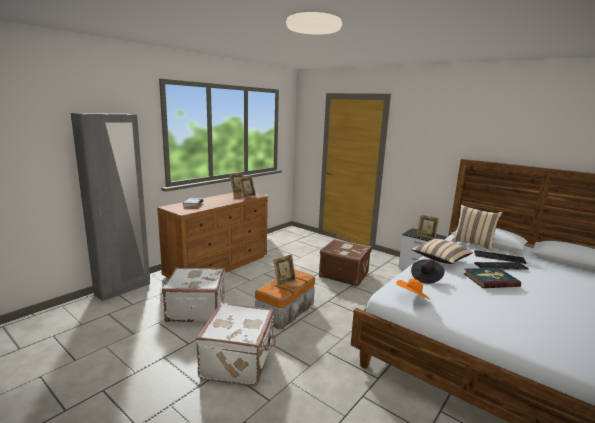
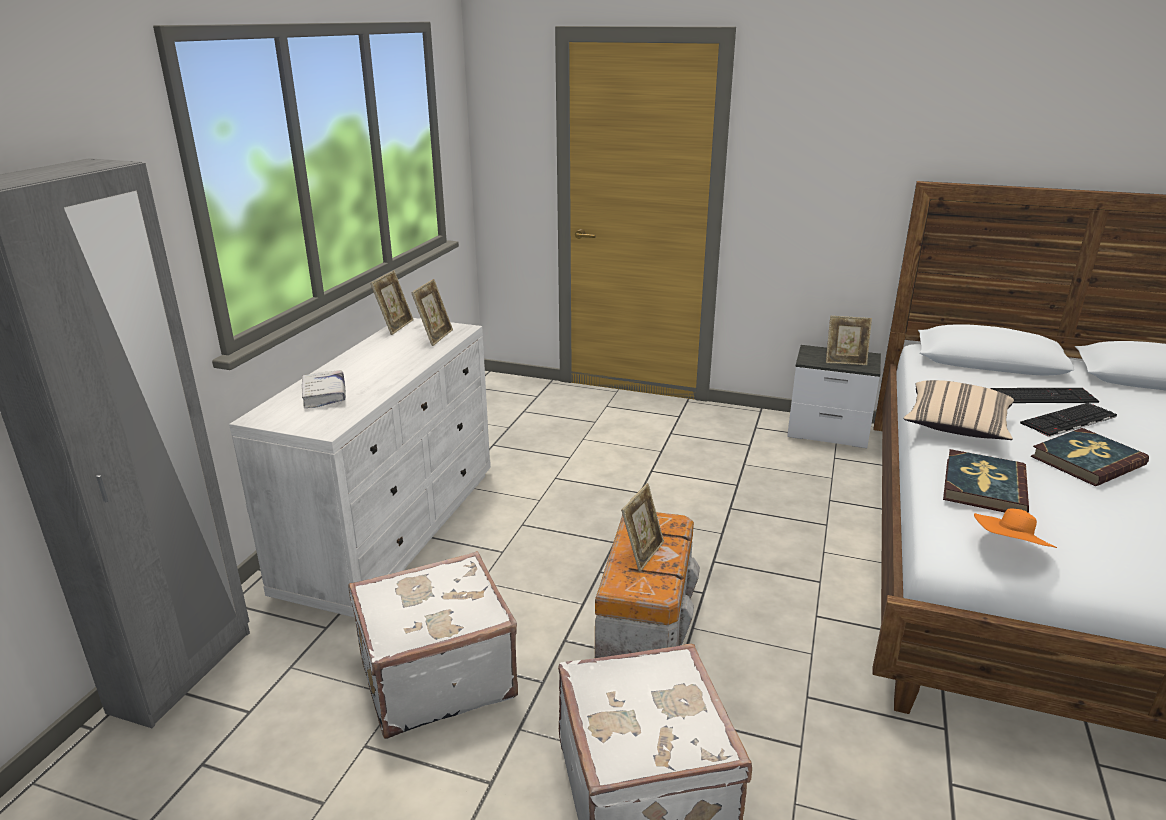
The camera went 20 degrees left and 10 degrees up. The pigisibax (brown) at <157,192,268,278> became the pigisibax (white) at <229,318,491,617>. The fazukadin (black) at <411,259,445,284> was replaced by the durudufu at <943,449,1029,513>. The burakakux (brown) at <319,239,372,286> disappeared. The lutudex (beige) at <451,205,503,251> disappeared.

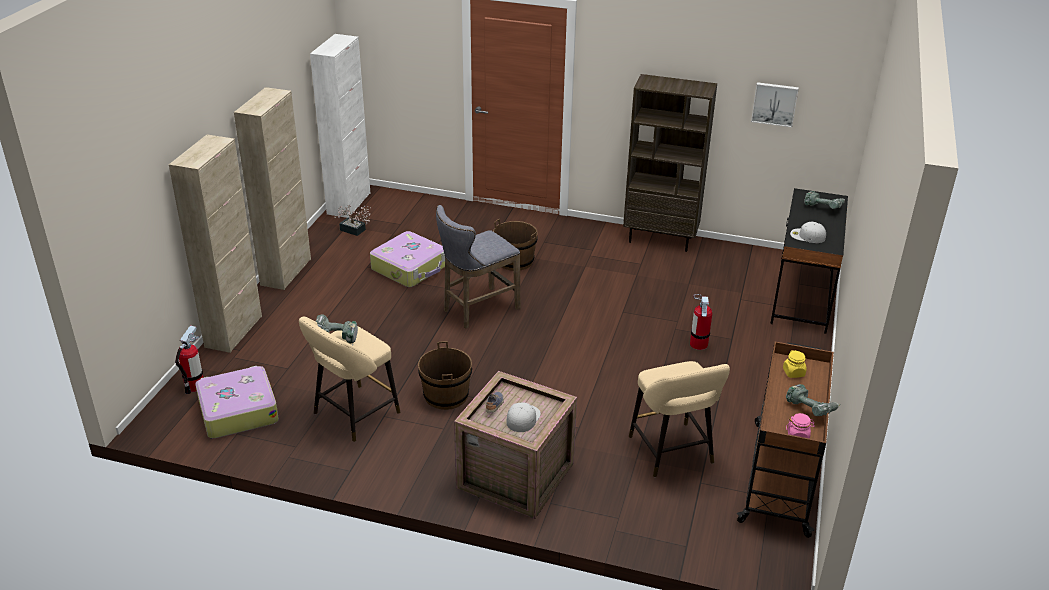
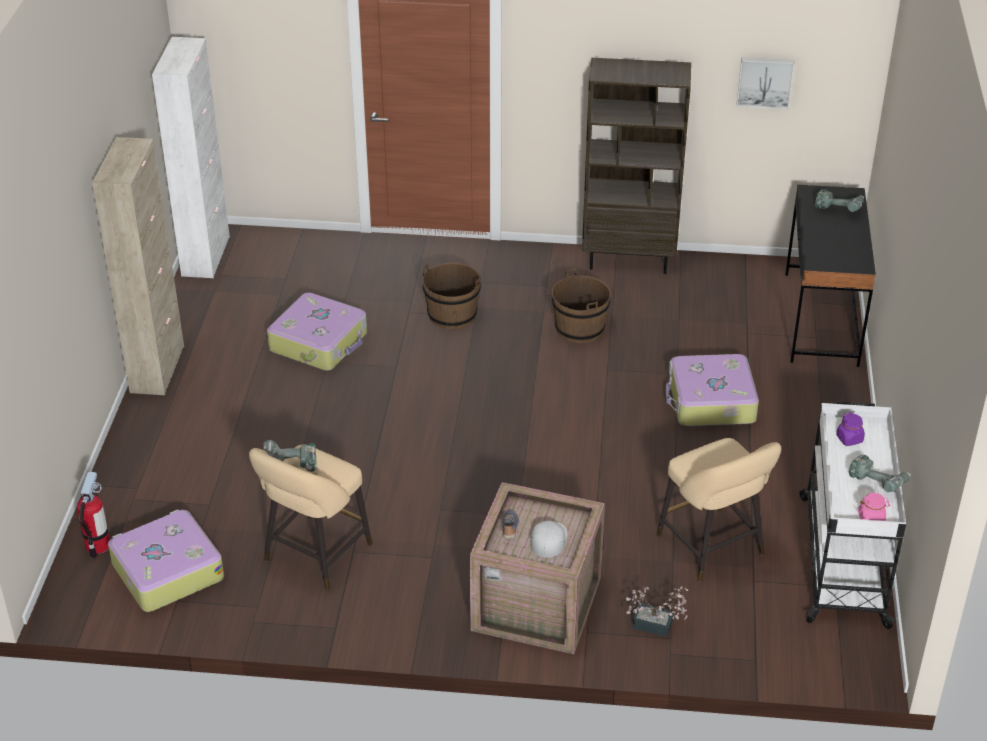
The camera went 10 degrees left and 5 degrees up. The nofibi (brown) moved from <418,341,472,410> to <552,269,611,343>. The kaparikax moved from <334,205,371,236> to <626,586,688,637>. The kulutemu at <690,294,712,350> was replaced by the burakakux at <666,354,759,426>. The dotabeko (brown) at <737,342,834,538> became the dotabeko (white) at <800,401,906,629>. The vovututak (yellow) at <783,350,807,378> became the vovututak (purple) at <836,412,865,446>. The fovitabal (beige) at <169,135,262,353> disappeared. The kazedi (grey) at <436,205,520,329> disappeared. The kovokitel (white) at <790,222,826,243> disappeared.

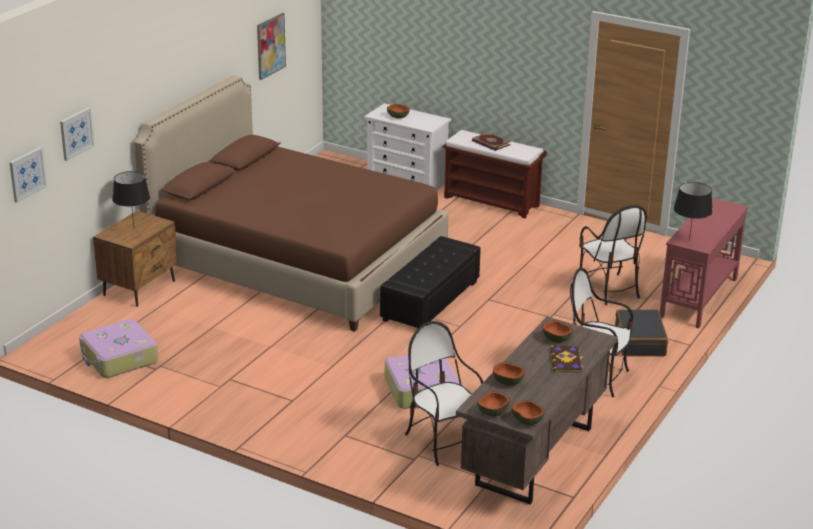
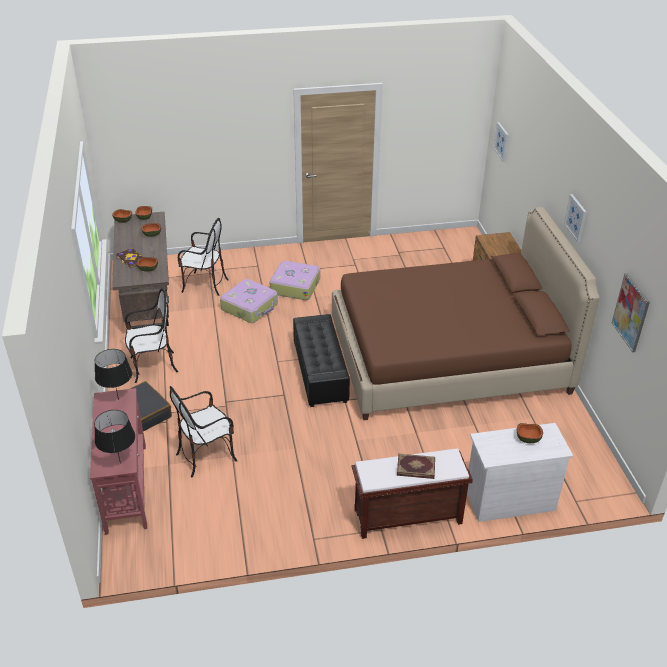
The camera went 140 degrees right and 10 degrees up. The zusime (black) moved from <112,171,150,228> to <94,410,135,464>. The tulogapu at <579,205,647,305> turned 60 degrees counterclockwise. The burakakux moved from <79,319,158,378> to <270,261,320,300>. The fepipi moved from <60,107,94,161> to <564,194,586,243>.

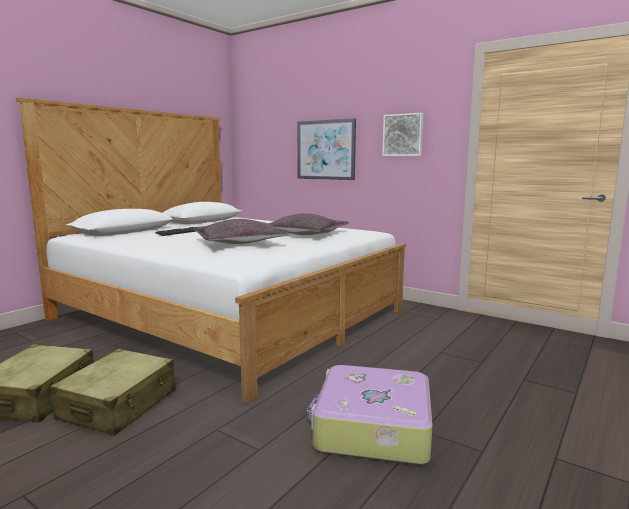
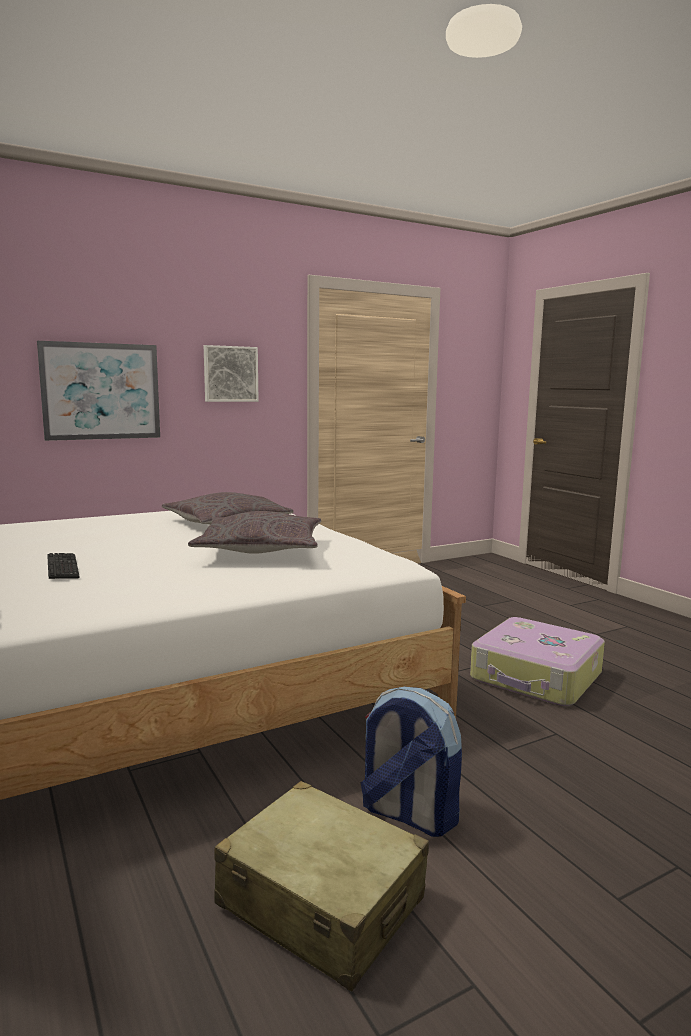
The camera went 65 degrees left and 0 degrees up. The burakakux (beige) at <50,349,175,436> was replaced by the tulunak at <360,687,462,837>.

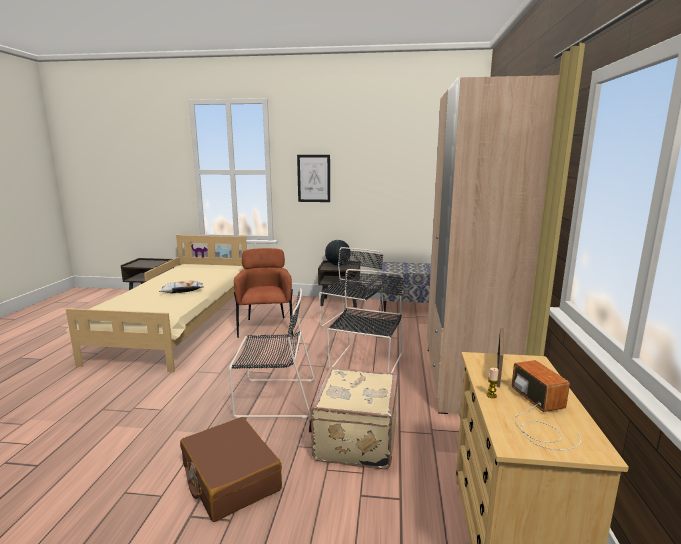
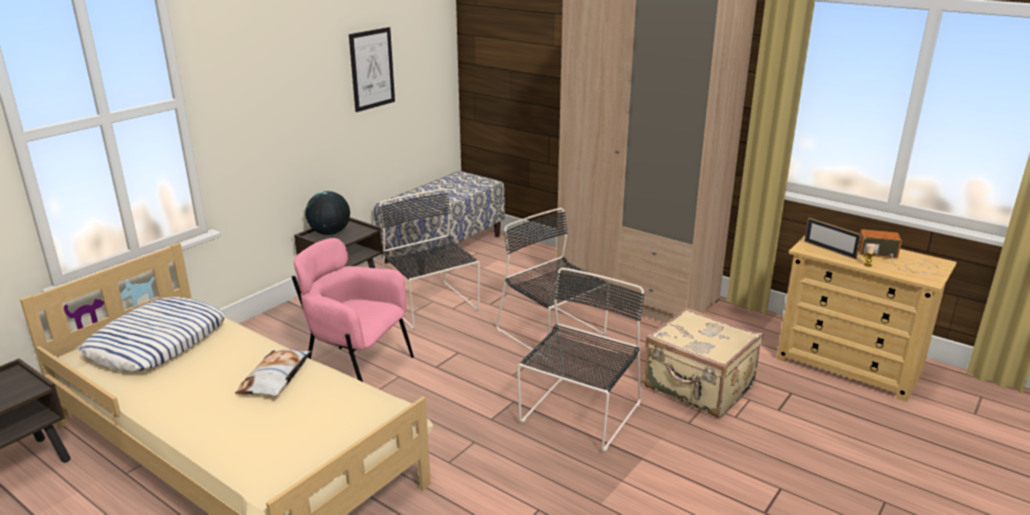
The camera went 60 degrees left and 10 degrees up. The lutudex at <79,297,225,372> appeared. The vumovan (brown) at <234,248,293,338> became the vumovan (pink) at <292,238,414,382>. The fepipi moved from <297,155,330,202> to <349,27,395,112>. The burakakux (brown) at <180,417,282,522> disappeared.

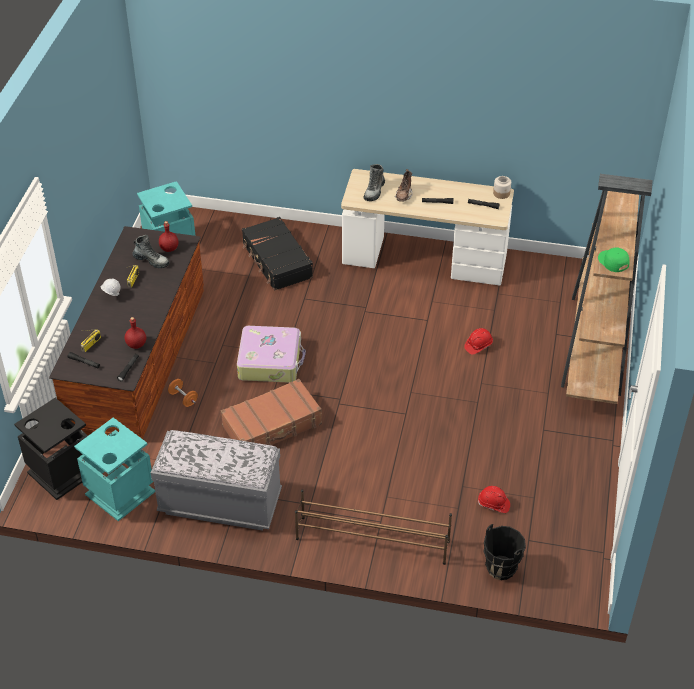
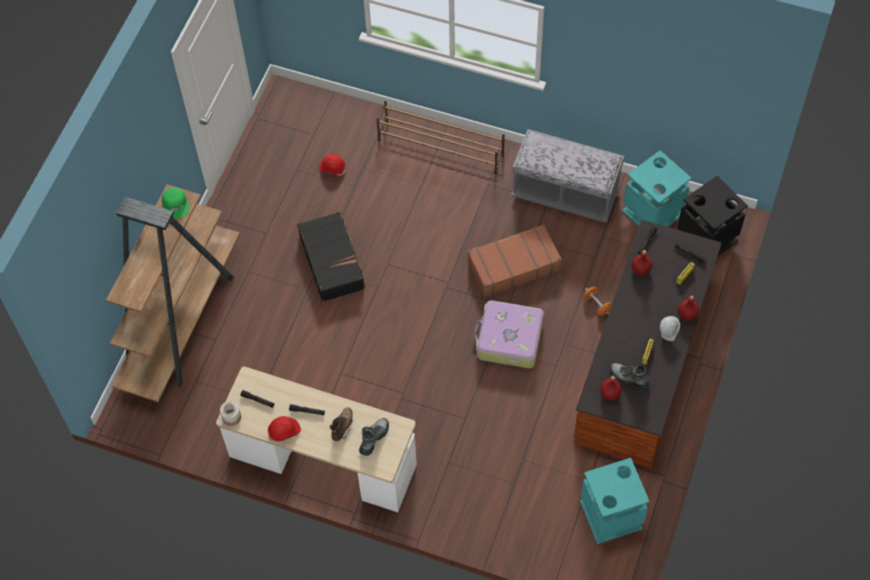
The camera went 170 degrees left and 15 degrees up. The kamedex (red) moved from <464,328,493,354> to <268,416,301,441>. The burakakux (black) moved from <242,217,313,291> to <297,212,366,302>. The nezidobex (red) at <678,295,699,321> appeared. The nofibi (black) at <483,524,526,580> disappeared.

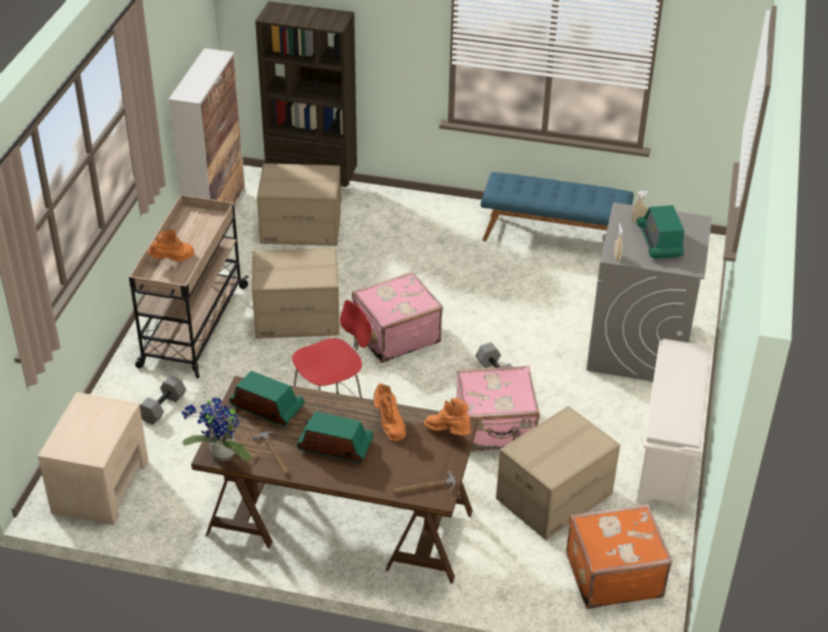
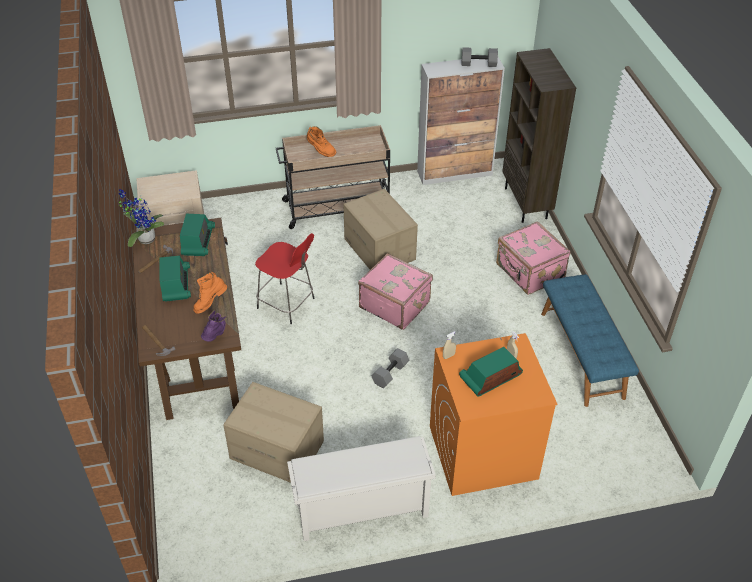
The camera went 65 degrees right and 5 degrees up. The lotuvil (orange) at <424,397,471,435> became the lotuvil (purple) at <201,310,226,342>. The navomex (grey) at <587,203,712,382> became the navomex (orange) at <430,333,557,496>. The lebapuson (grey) moved from <140,375,186,425> to <462,47,498,67>. The burakakux (pink) moved from <456,365,540,452> to <496,221,571,295>. The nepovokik at <257,163,341,246> disappeared. The burakakux (orange) at <566,504,673,609> disappeared.

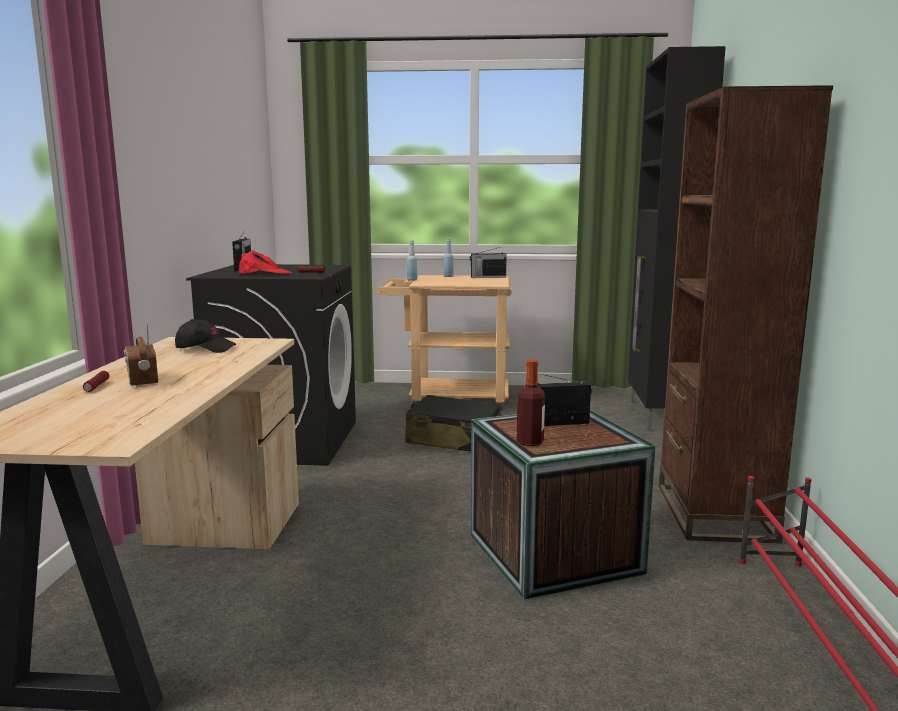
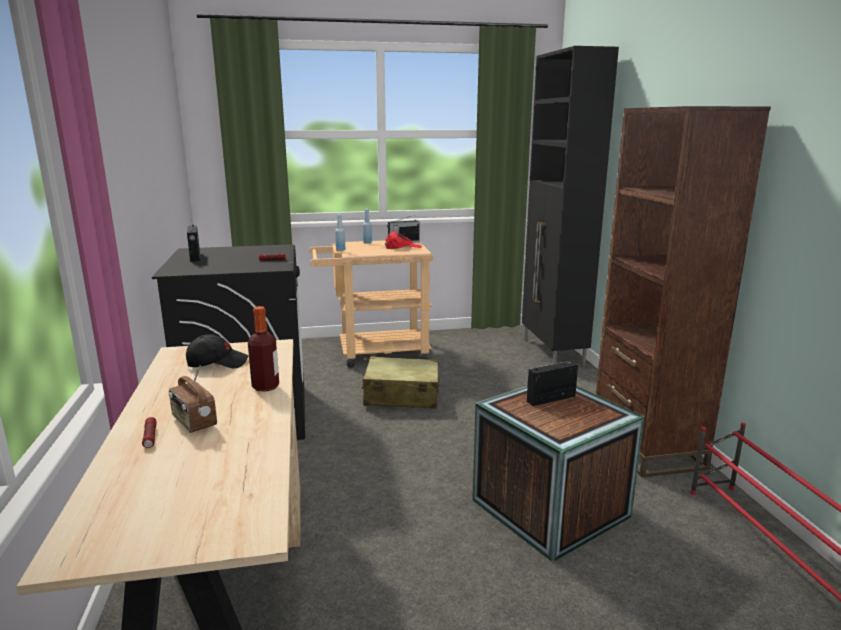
The camera went 15 degrees left and 5 degrees up. The nezidobex moved from <517,360,545,446> to <248,306,279,392>. The burakakux (black) at <405,395,501,452> became the burakakux (beige) at <361,356,440,409>. The kovokitel (red) moved from <238,250,292,274> to <385,231,422,249>.

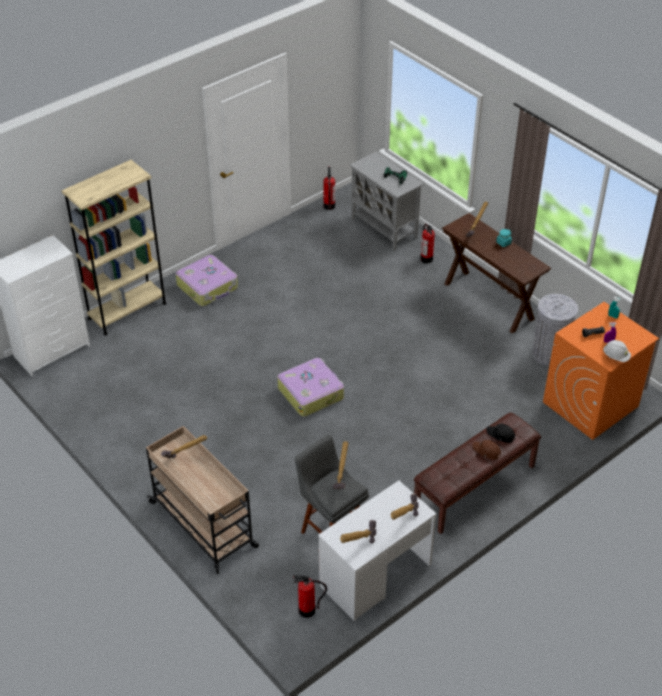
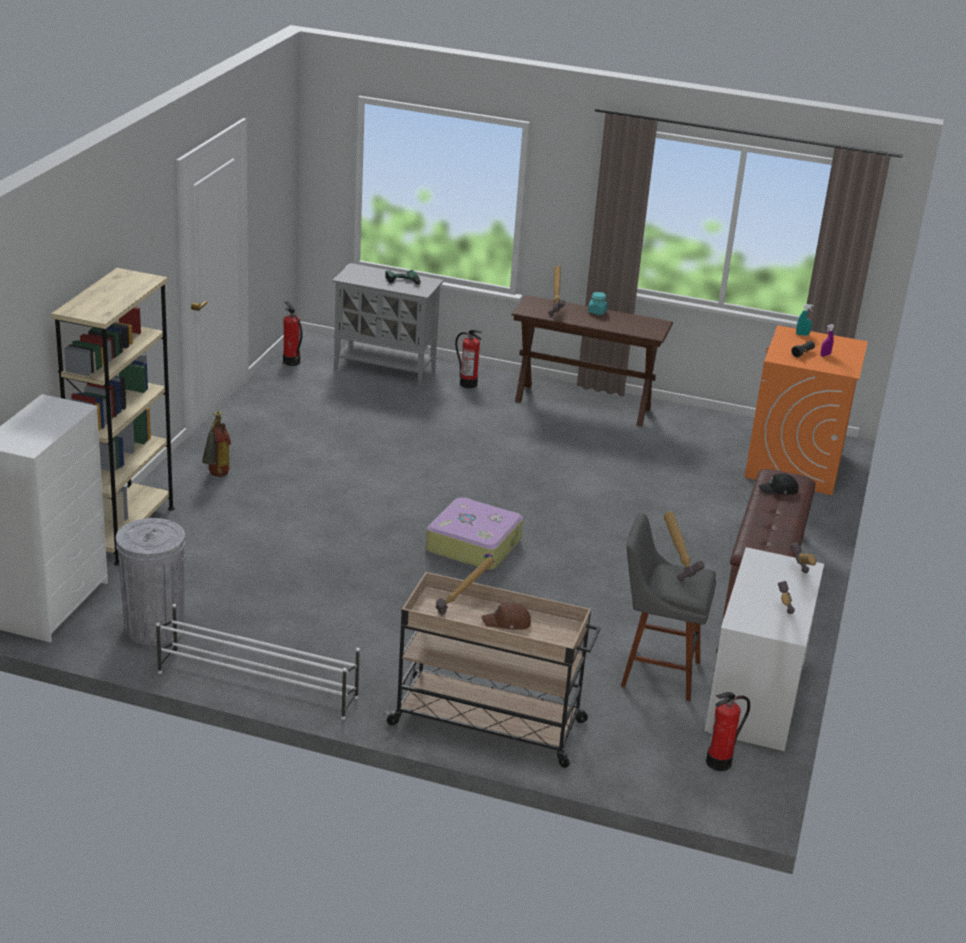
The camera went 35 degrees left and 15 degrees down. The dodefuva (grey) moved from <532,294,578,366> to <116,518,186,646>. The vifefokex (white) at <156,604,360,720> appeared. The burakakux at <176,255,238,306> was replaced by the kulutemu at <202,411,231,477>. The kovokitel (brown) moved from <473,440,501,460> to <481,602,531,630>. The kamedex (white) at <603,340,631,362> disappeared.

